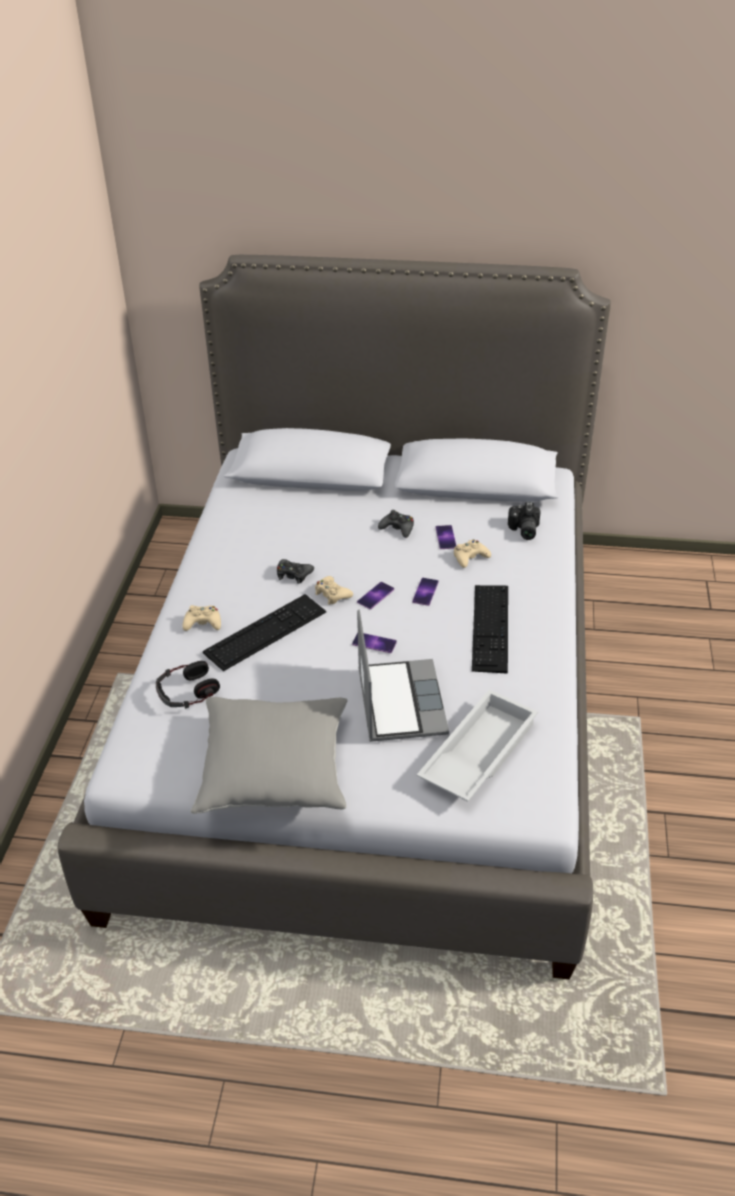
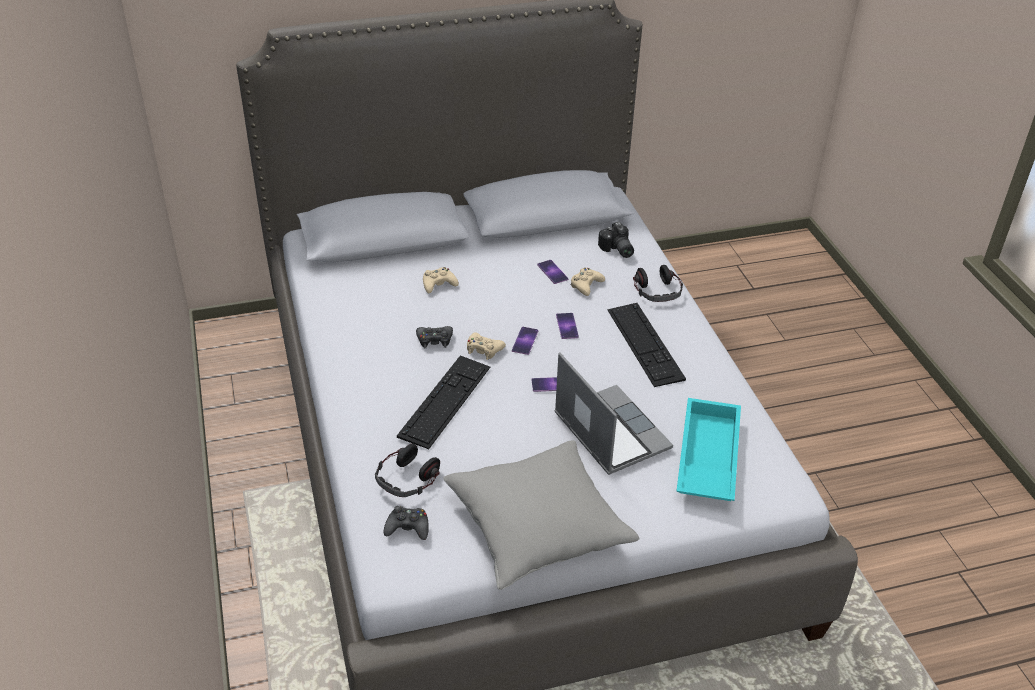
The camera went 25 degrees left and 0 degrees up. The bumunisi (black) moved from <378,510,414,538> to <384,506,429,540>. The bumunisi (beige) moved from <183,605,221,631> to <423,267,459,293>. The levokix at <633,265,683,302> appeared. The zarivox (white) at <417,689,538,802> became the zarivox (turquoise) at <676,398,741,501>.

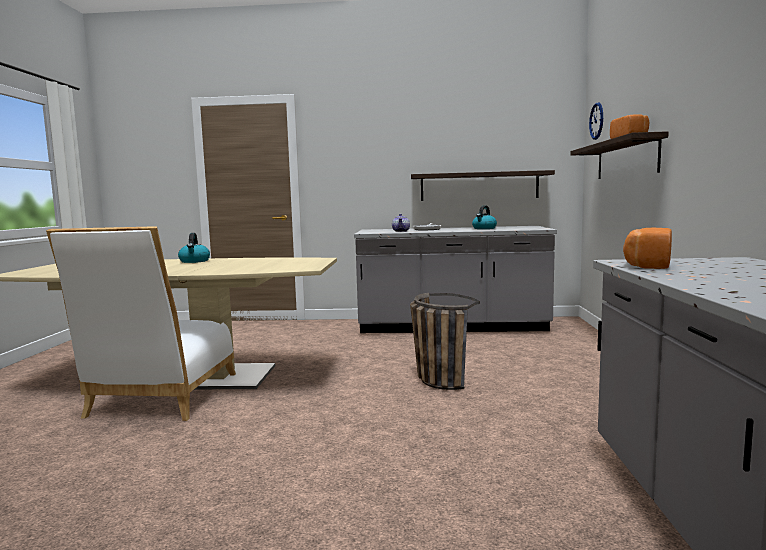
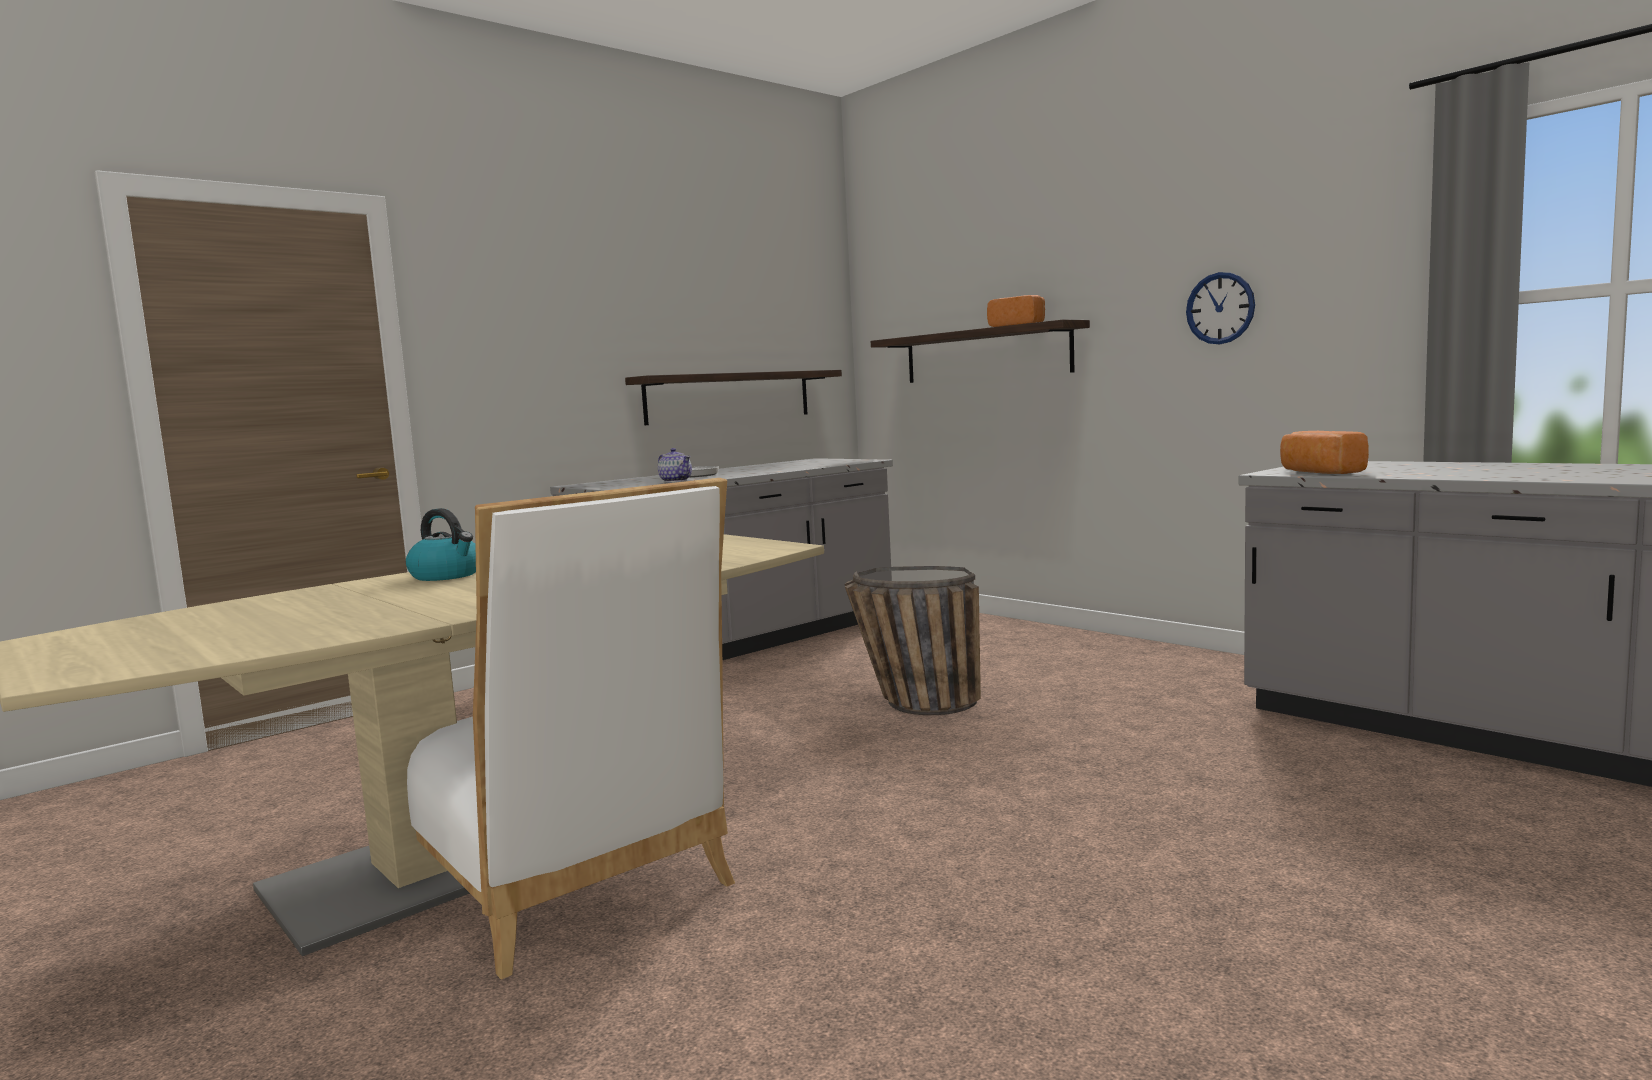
The camera went 45 degrees left and 0 degrees up. The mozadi moved from <589,103,603,140> to <1186,272,1255,344>. The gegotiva at <472,205,497,229> disappeared.

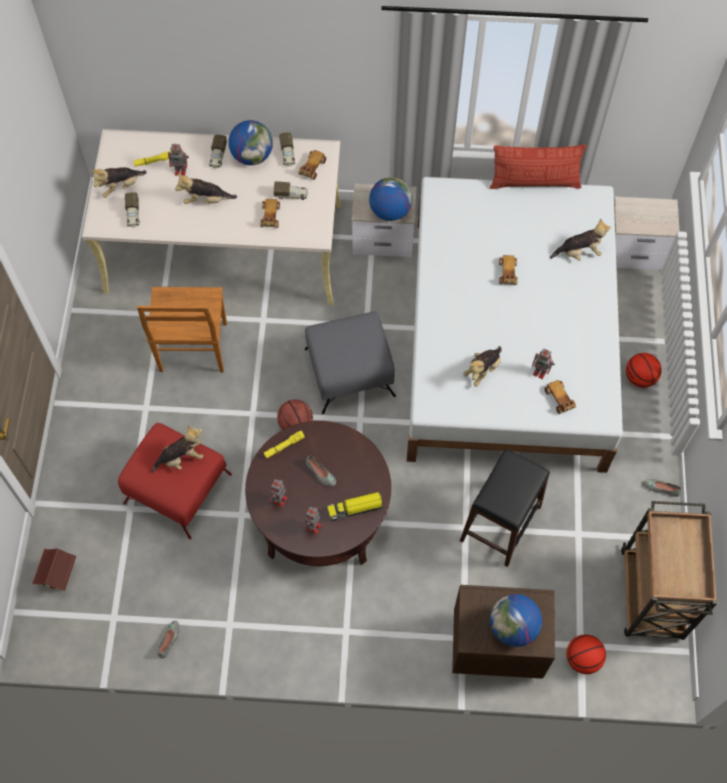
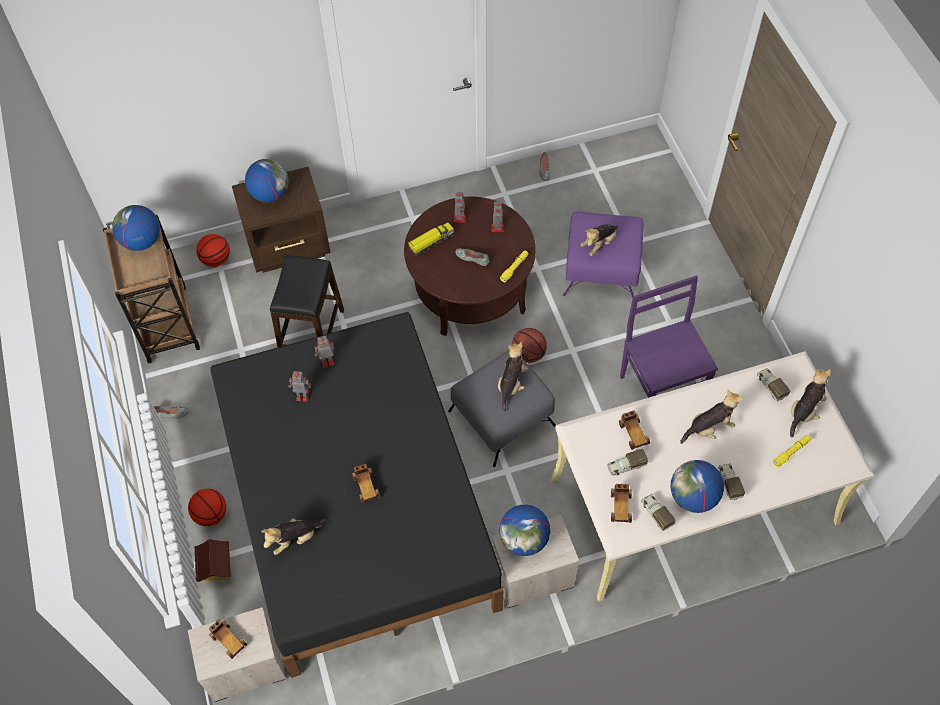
The camera went 160 degrees right and 5 degrees down. The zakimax at <112,205,160,251> appeared. The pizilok moved from <32,548,76,591> to <195,539,231,583>. The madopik moved from <544,380,576,414> to <209,619,247,659>. The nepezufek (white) at <407,177,623,473> became the nepezufek (black) at <211,312,504,678>. The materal moved from <168,143,189,176> to <315,336,334,368>. The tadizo moved from <463,346,502,387> to <498,342,528,412>. The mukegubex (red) at <118,423,232,539> became the mukegubex (purple) at <563,212,644,299>. The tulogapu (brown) at <137,287,227,373> became the tulogapu (purple) at <620,276,718,398>. The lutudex at <489,145,586,189> disappeared.

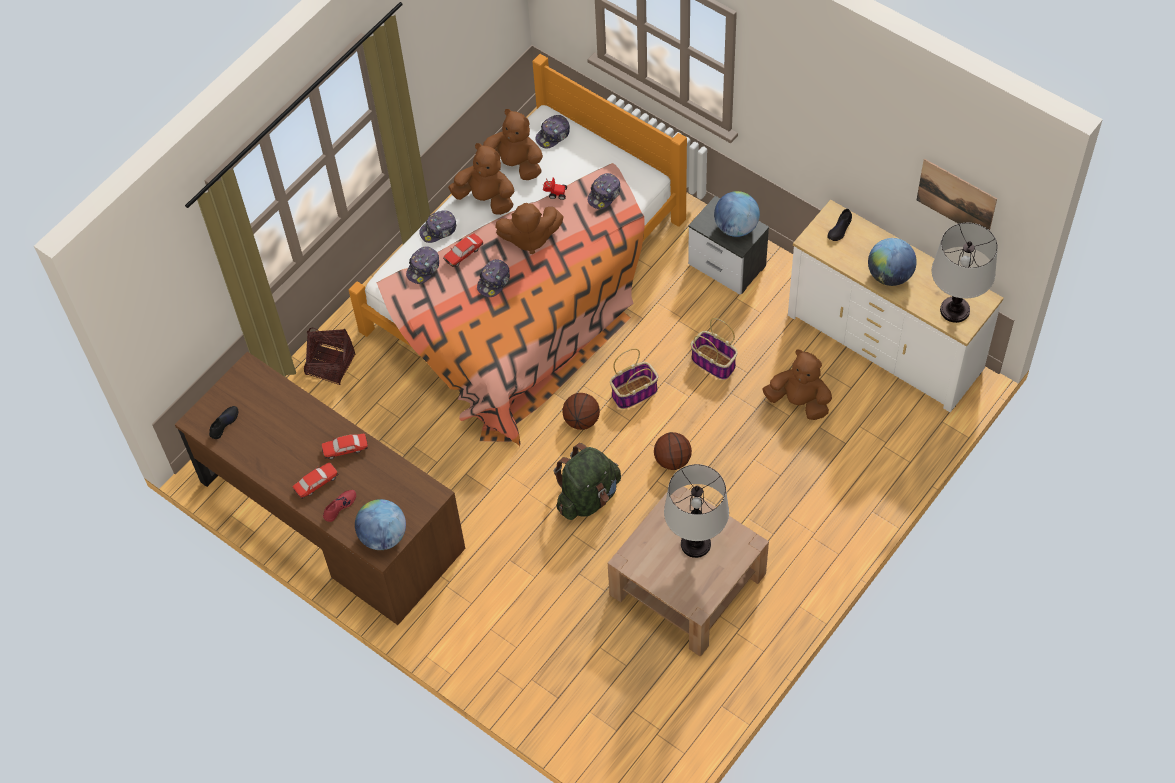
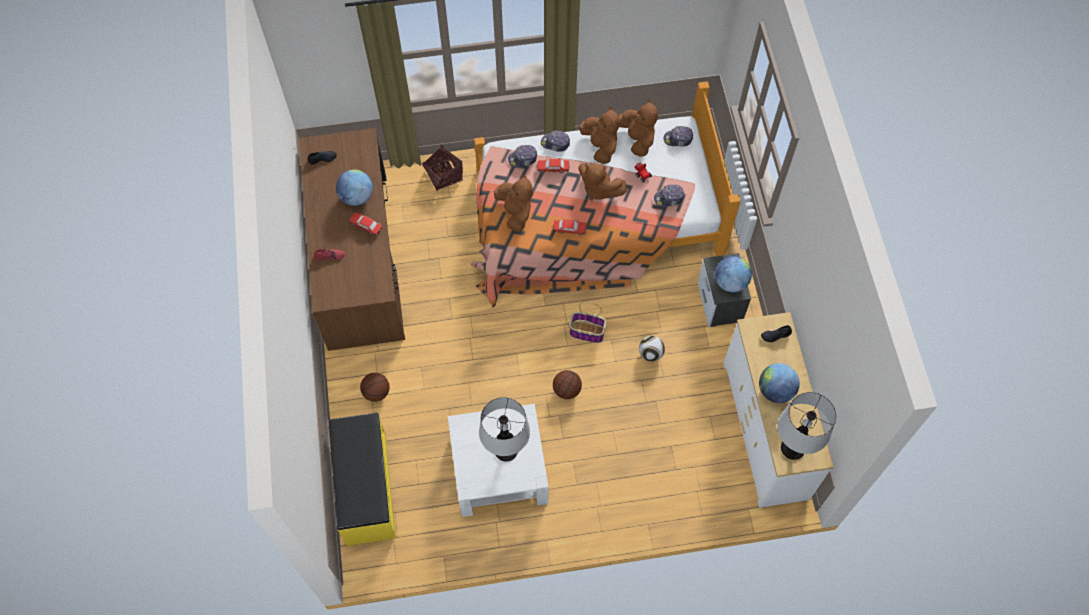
The camera went 40 degrees right and 5 degrees up. The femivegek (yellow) at <329,412,396,546> appeared. The zakimax moved from <355,499,406,550> to <336,169,373,206>. The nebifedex moved from <562,393,600,430> to <360,373,389,402>. The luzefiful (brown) at <608,486,769,657> became the luzefiful (white) at <448,404,548,517>. The tadizo (brown) moved from <762,349,832,420> to <494,174,533,232>. The madopik moved from <293,462,339,499> to <553,220,586,235>. The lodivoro at <691,318,738,380> was replaced by the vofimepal at <639,336,665,362>. The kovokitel at <477,259,510,297> disappeared. The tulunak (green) at <554,443,621,520> disappeared. The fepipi at <916,159,997,231> disappeared.

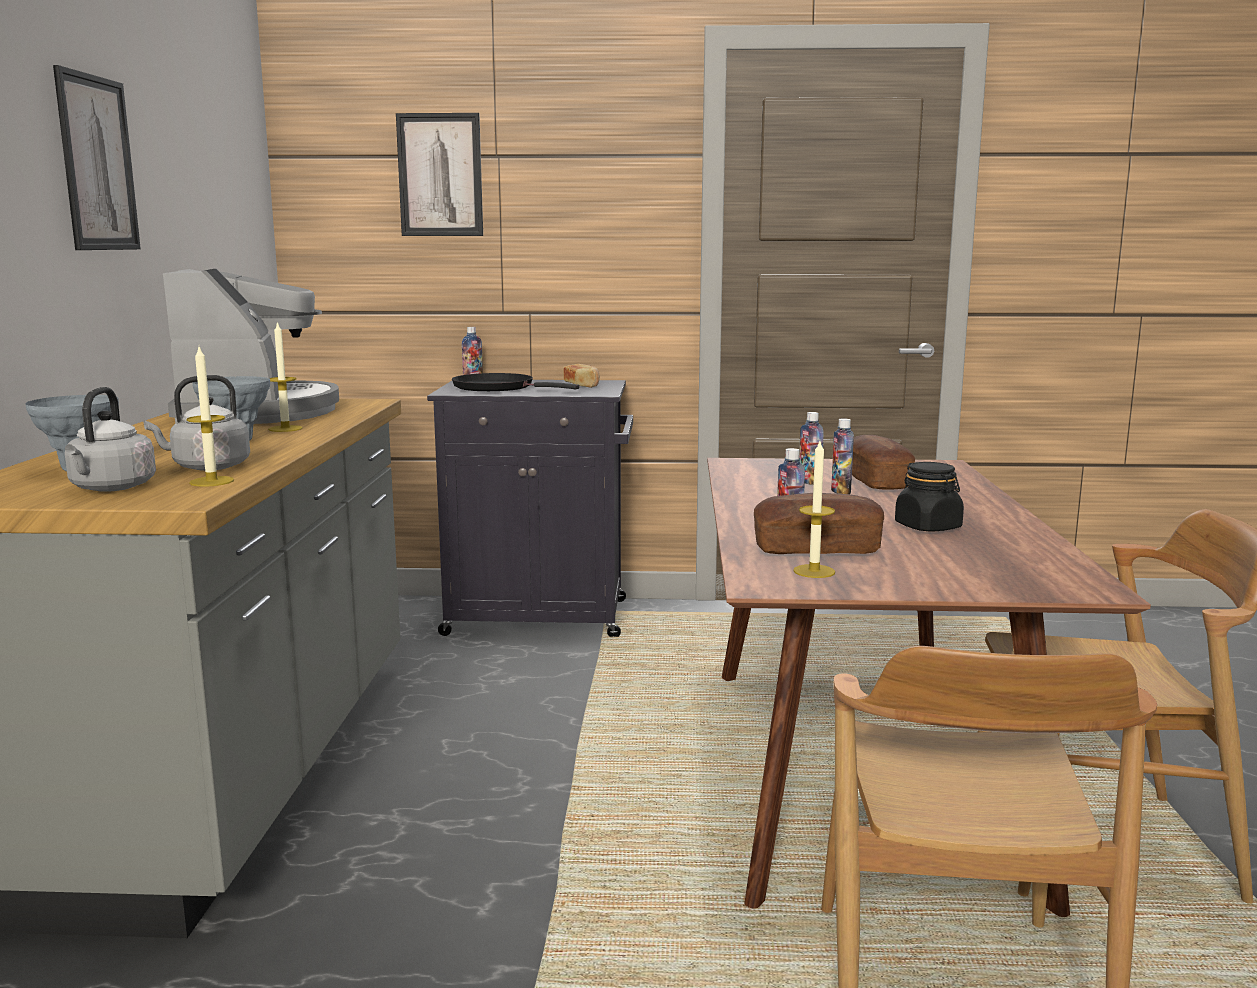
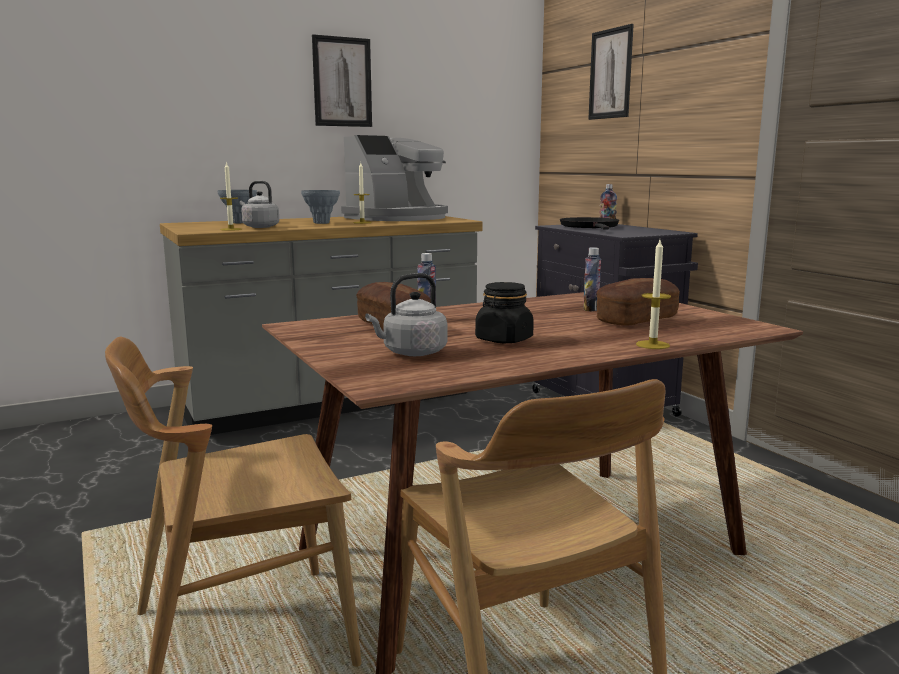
The camera went 60 degrees right and 0 degrees up. The gegotiva (grey) moved from <65,387,156,492> to <365,273,447,356>. The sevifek moved from <793,441,835,578> to <636,240,671,349>. The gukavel at <563,364,600,388> disappeared. The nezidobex at <831,419,854,494> disappeared.

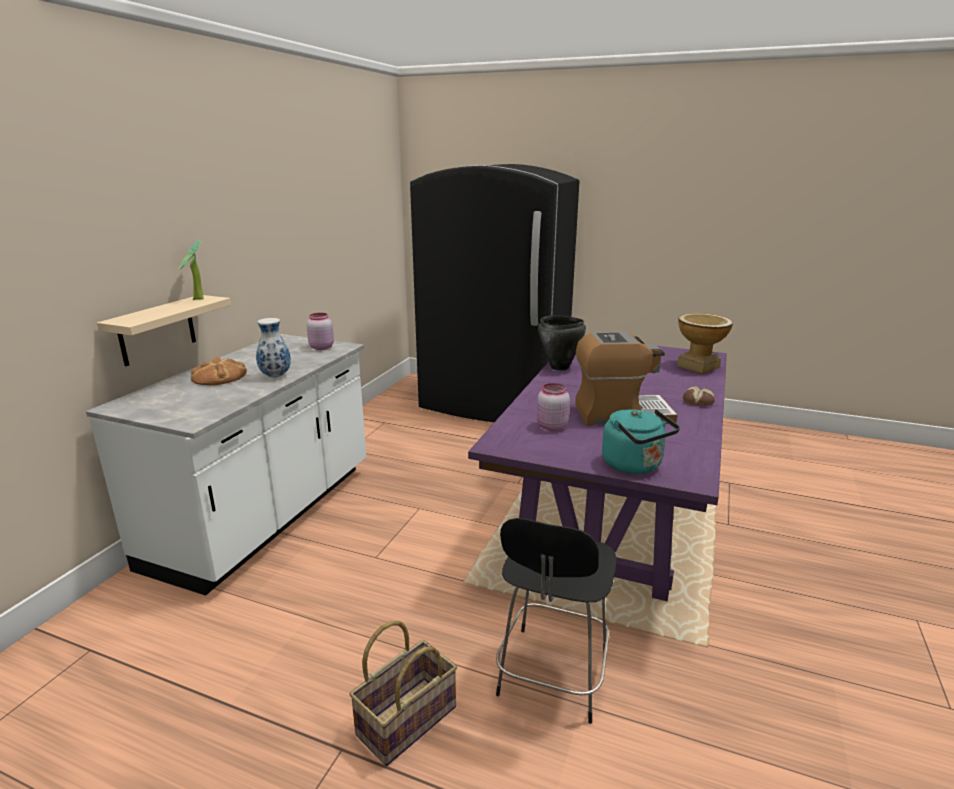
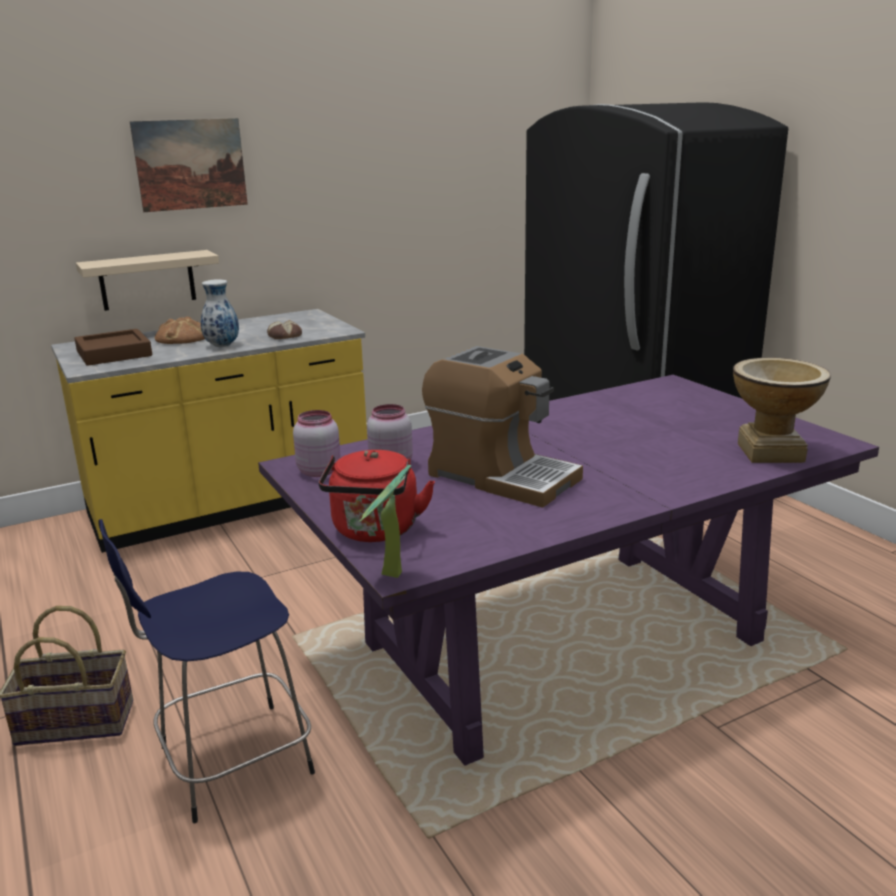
The camera went 40 degrees right and 0 degrees up. The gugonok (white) at <86,334,366,596> became the gugonok (yellow) at <51,309,367,553>. The zarivox (brown) at <74,329,152,366> appeared. The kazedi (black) at <496,518,617,724> became the kazedi (blue) at <99,519,315,823>. The fepipi at <130,118,248,212> appeared. The gukavel moved from <683,386,715,406> to <267,320,302,339>. The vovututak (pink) moved from <306,313,334,350> to <293,410,341,477>. The gegotiva (turquoise) at <602,409,680,474> became the gegotiva (red) at <318,450,435,542>. The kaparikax moved from <178,240,204,300> to <359,465,412,578>. The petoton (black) at <538,316,586,371> disappeared.

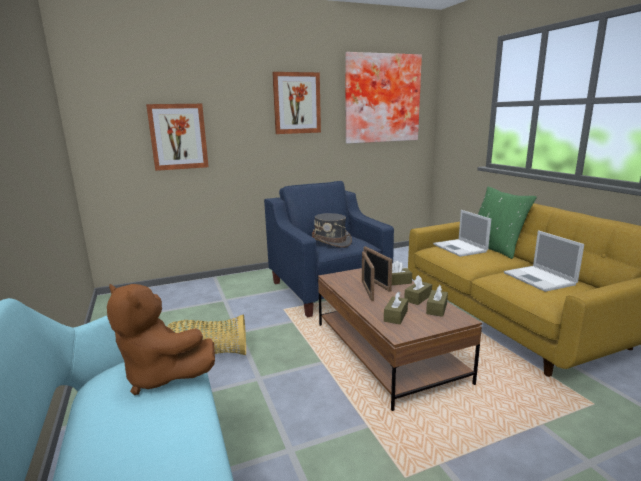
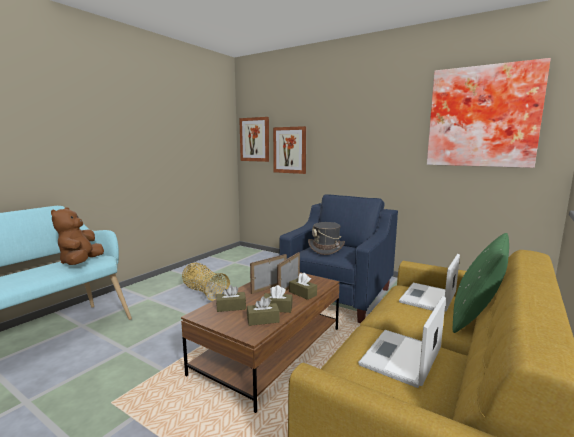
The camera went 55 degrees right and 5 degrees down. The fepipi moved from <272,72,321,134> to <239,117,269,162>.

